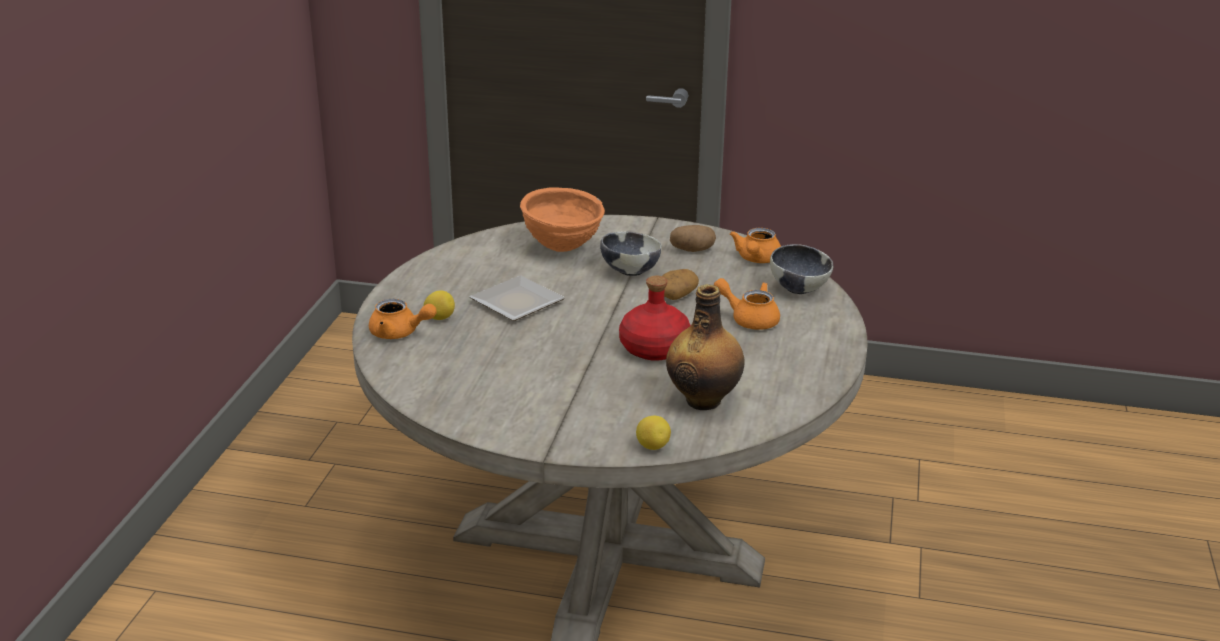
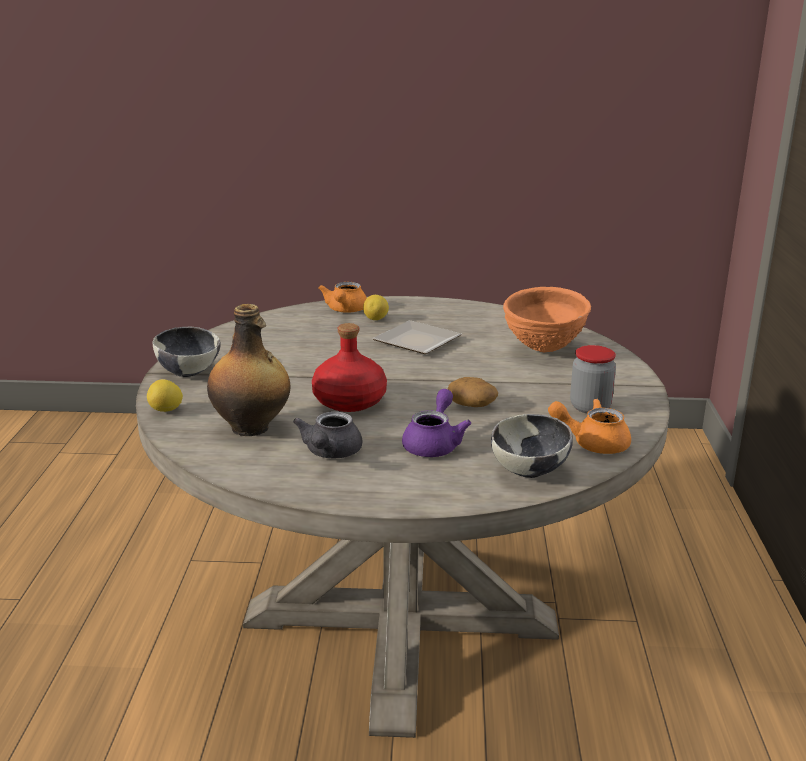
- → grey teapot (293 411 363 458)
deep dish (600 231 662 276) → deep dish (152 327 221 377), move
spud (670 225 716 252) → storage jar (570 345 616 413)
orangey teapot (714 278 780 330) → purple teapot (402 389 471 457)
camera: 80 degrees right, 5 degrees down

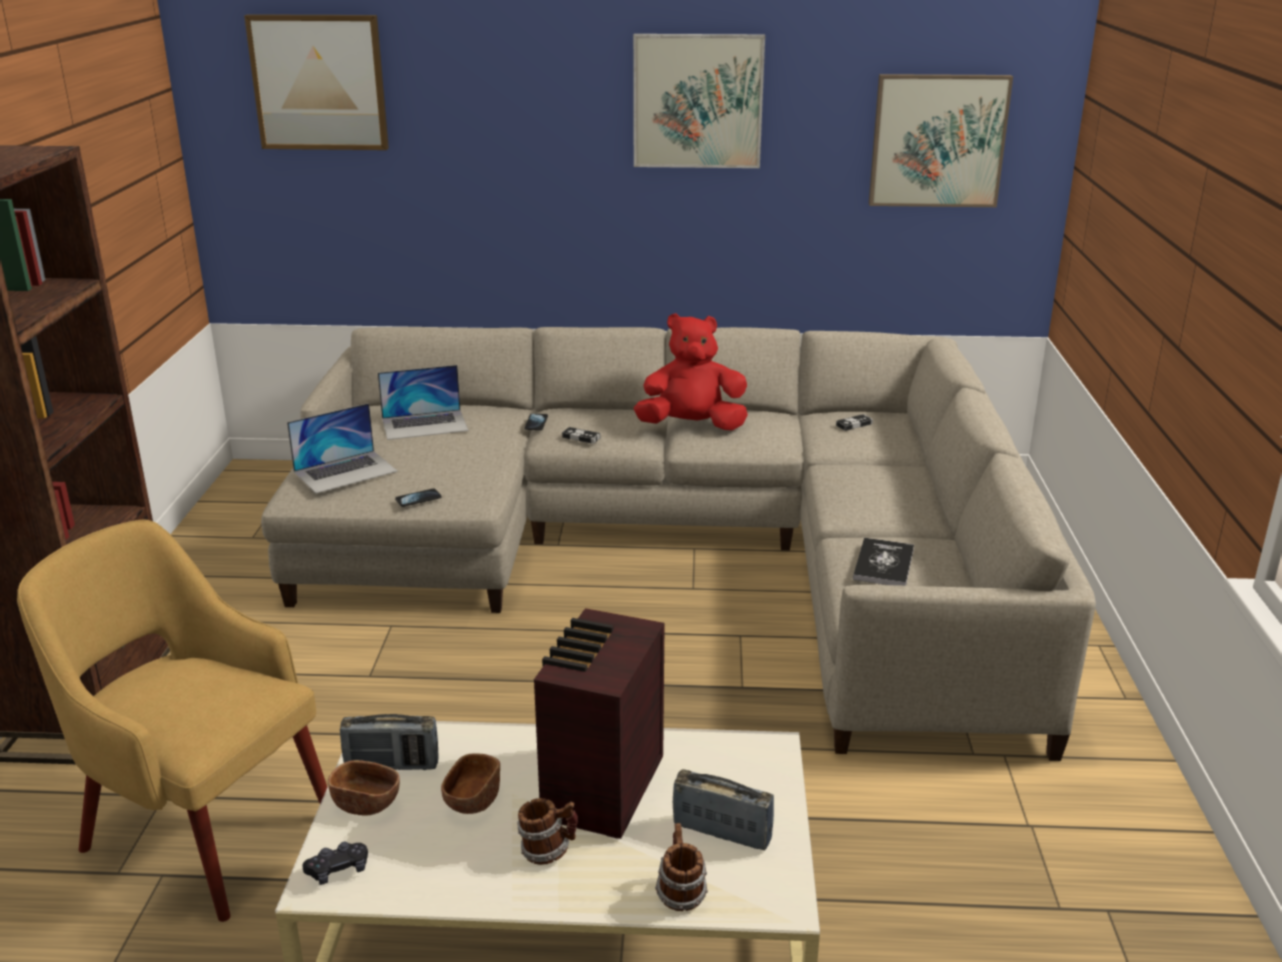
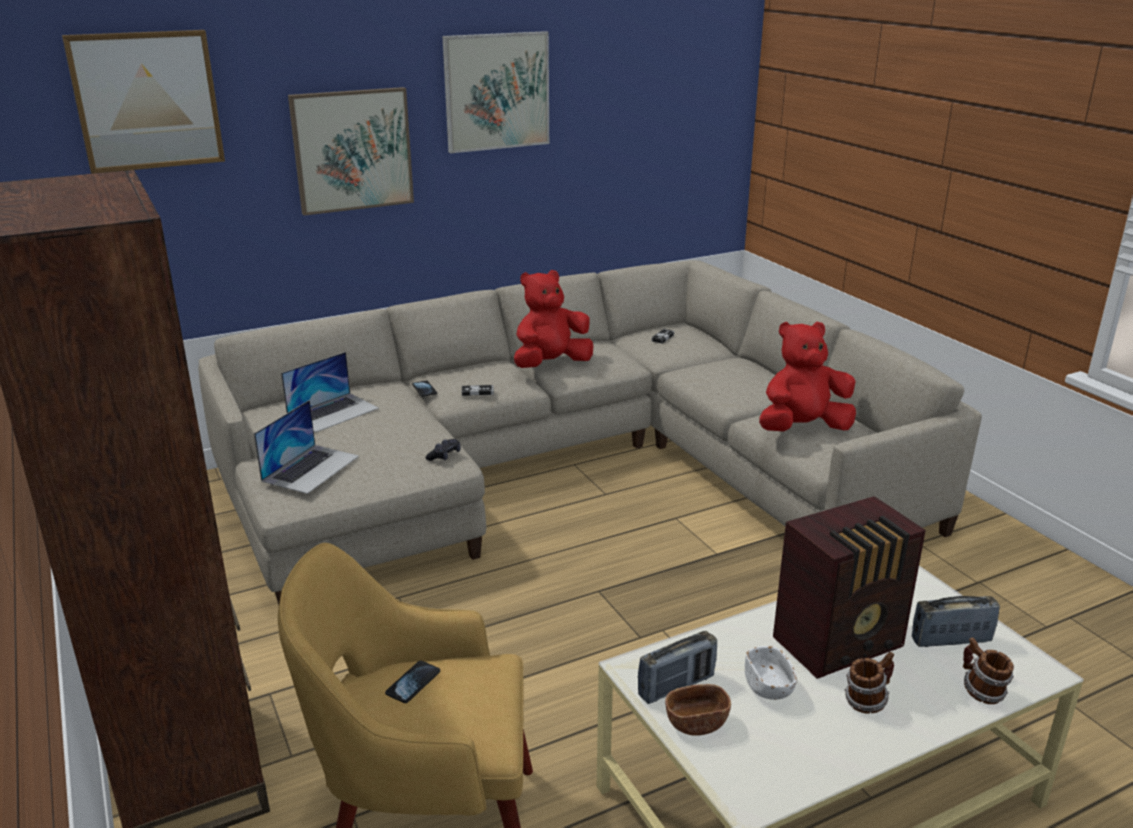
black-coloured gamepad (303 842 368 885) → black-coloured gamepad (426 439 461 461), move
phone (395 488 442 507) → phone (385 661 440 703), move
wall picture (869 74 1013 207) → wall picture (288 87 414 215), move
book (853 538 914 586) → reddish plush toy (759 321 856 431)
brownish deep dish (441 753 500 814) → white deep dish (745 646 797 700)
radio set (534 608 665 839) → radio set (773 496 926 679), 105 degrees counterclockwise
camera: 30 degrees left, 0 degrees up

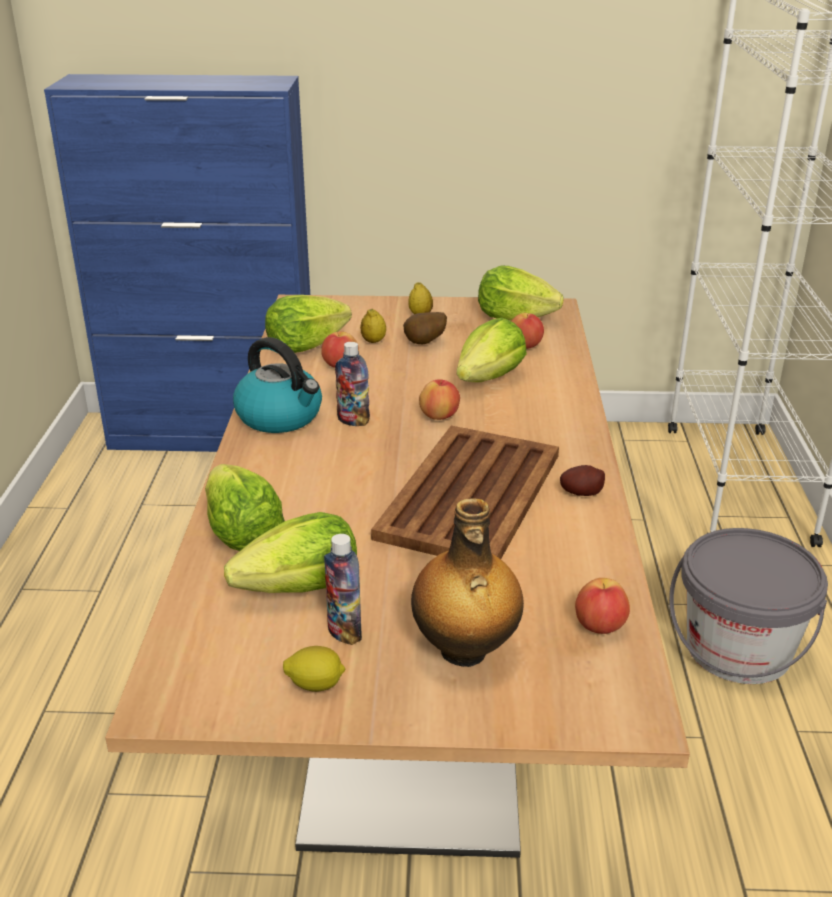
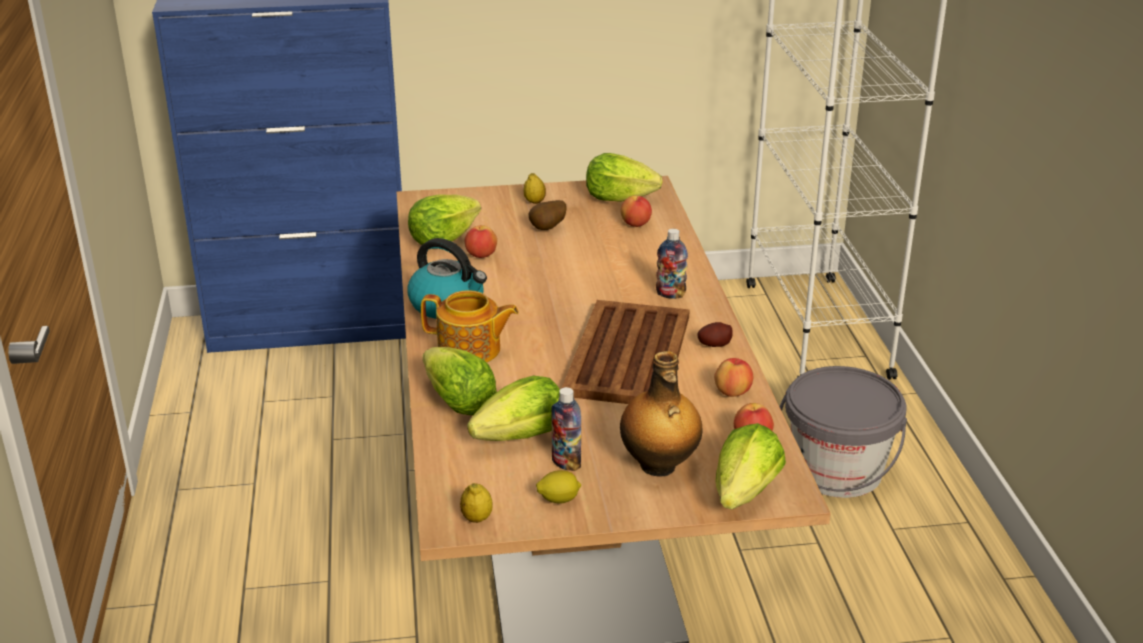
- → teapot (421 290 519 362)
drink bottle (335 342 370 426) → drink bottle (656 229 688 299), move
citrus fruit (360 309 386 343) → citrus fruit (460 483 492 523), move
apple fruit (419 379 460 420) → apple fruit (714 358 753 397), move
lettuce (457 318 526 382) → lettuce (716 423 786 510), move
camera: 10 degrees left, 0 degrees up

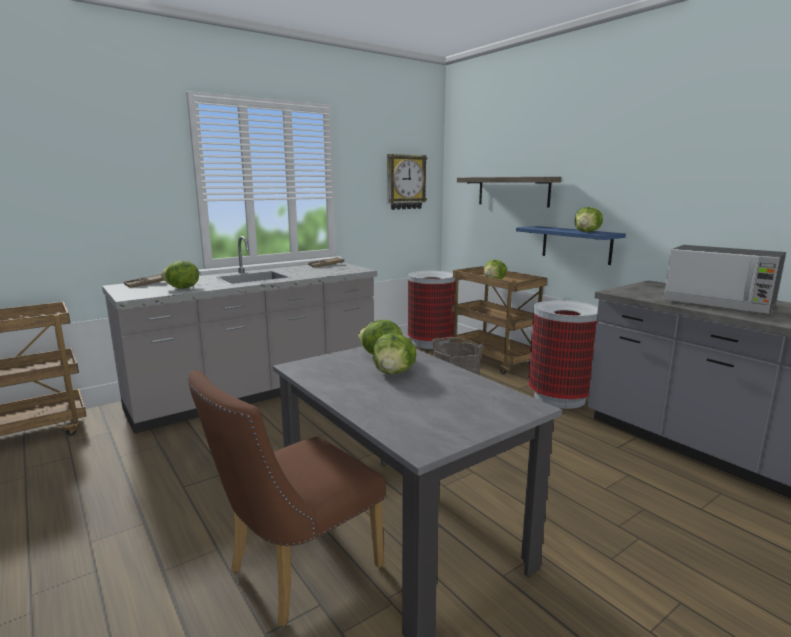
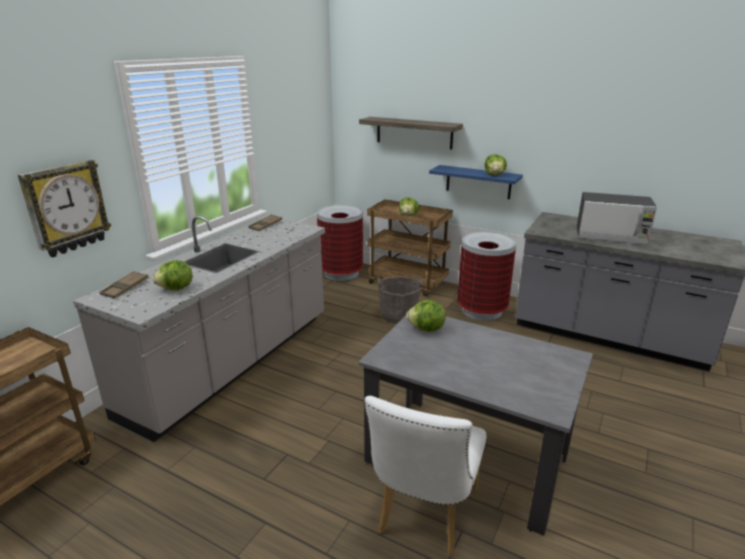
lettuce (373 333 417 374) → -
hanging clock (387 154 428 210) → hanging clock (18 160 111 257), move
brownish chair (188 370 386 627) → white chair (365 396 486 556)
camera: 25 degrees left, 10 degrees up

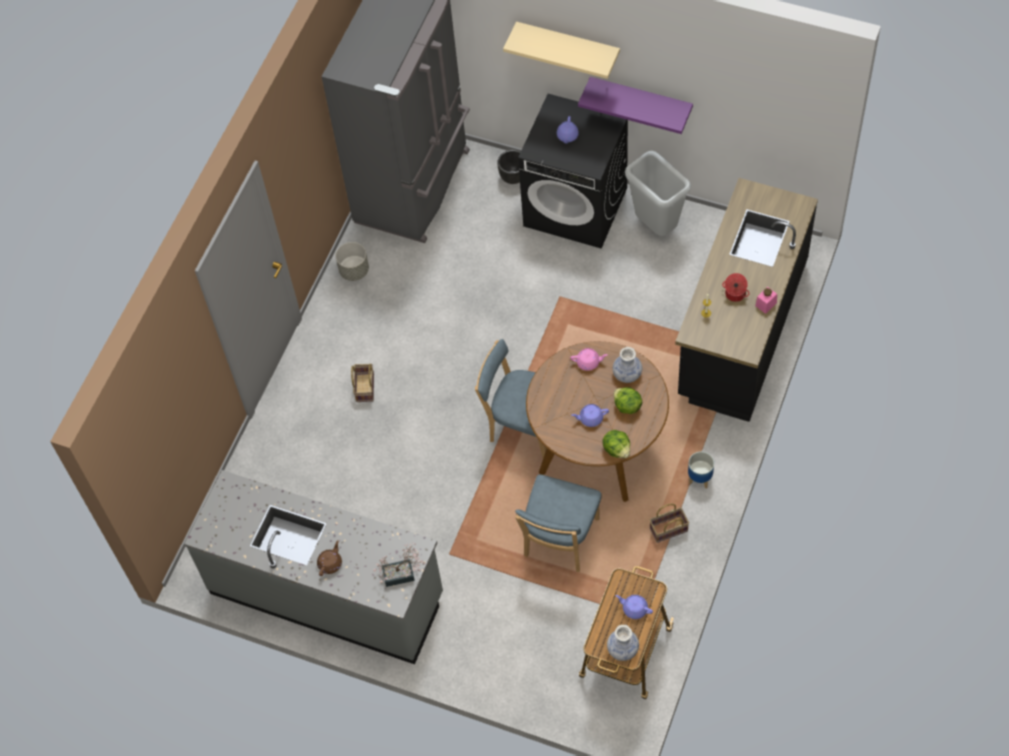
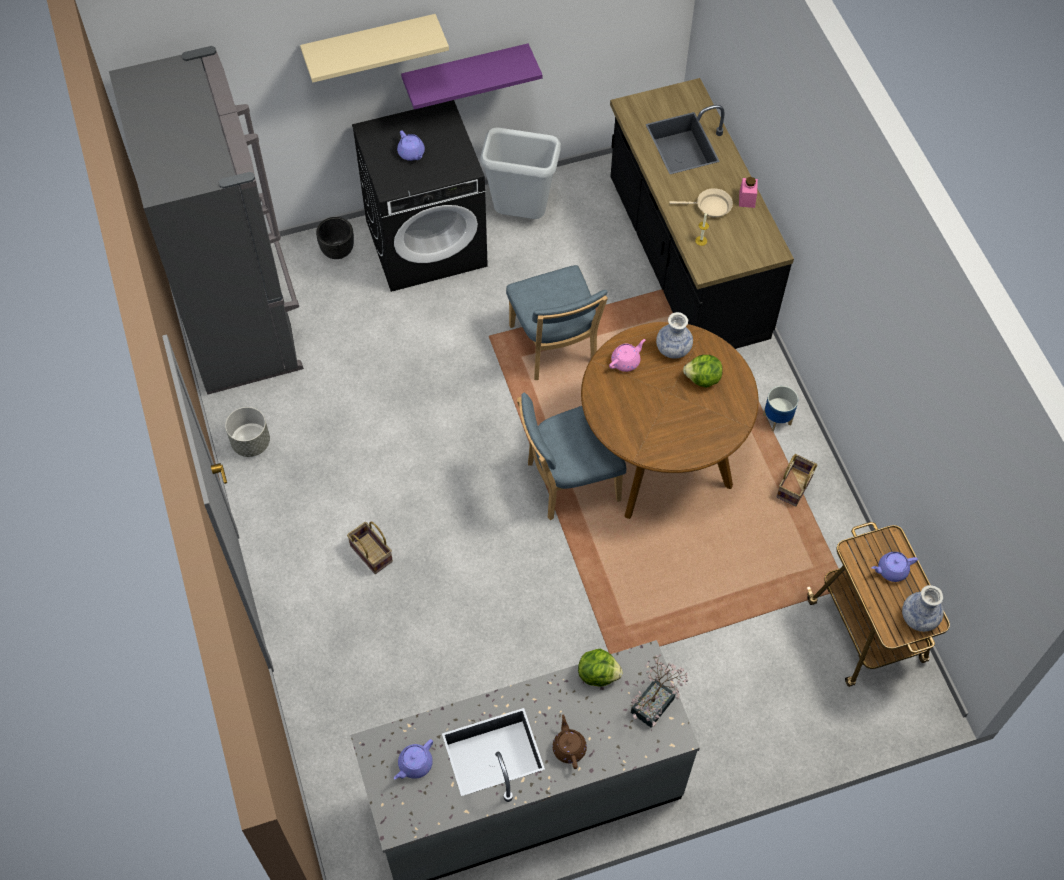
blue-coloured chair (515 474 602 572) → blue-coloured chair (506 265 608 380), move
purple teapot (571 404 609 427) → purple teapot (394 739 433 779), move
lettuce (602 430 630 458) → lettuce (578 649 623 687), move
stockpot (722 273 749 302) → beige frying pan (669 188 733 218)
camera: 45 degrees left, 0 degrees up

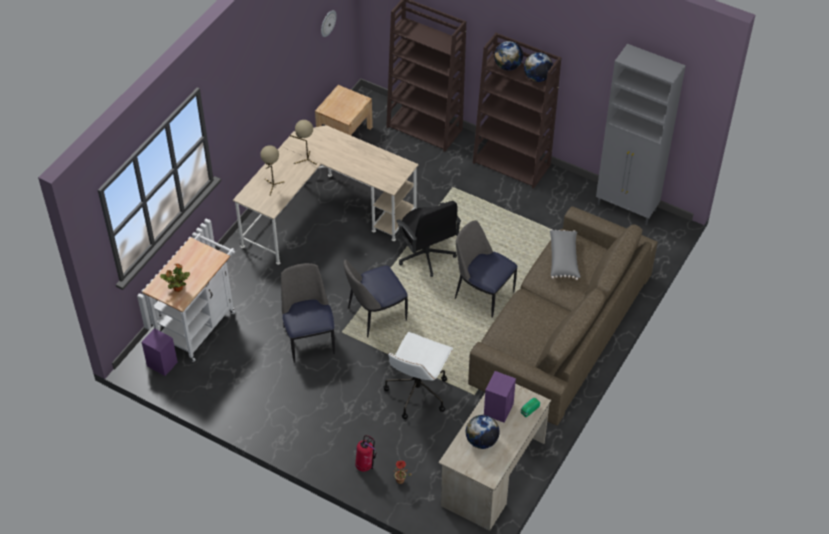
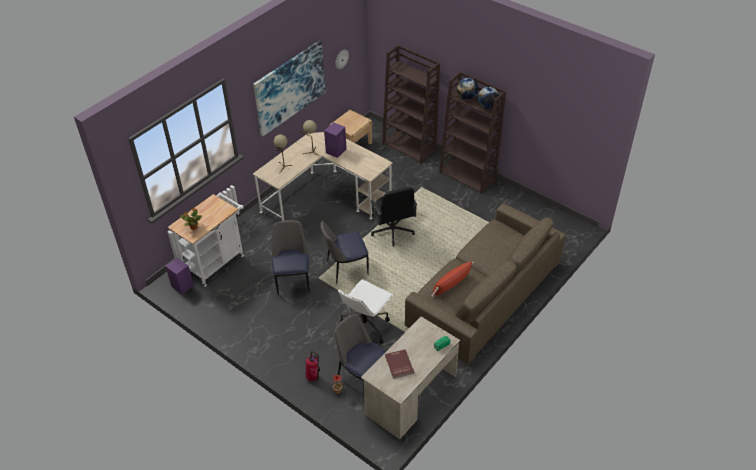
grey throw pillow (550 229 581 280) → -
grey cupboard (596 44 686 225) → -
- → wall picture (253 40 325 136)
- → reddish throw pillow (432 261 474 297)
chair (455 220 517 318) → chair (334 314 385 392), move
purple speaker (484 371 516 423) → purple speaker (324 122 347 158), move
world globe (466 415 500 449) → reddish book (385 349 414 379)
camera: 10 degrees right, 5 degrees down

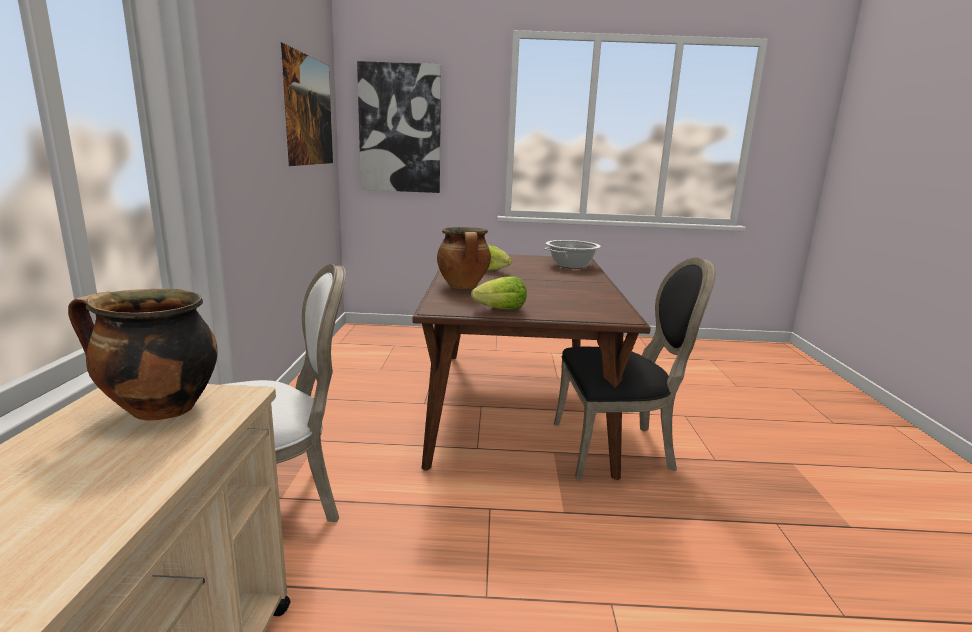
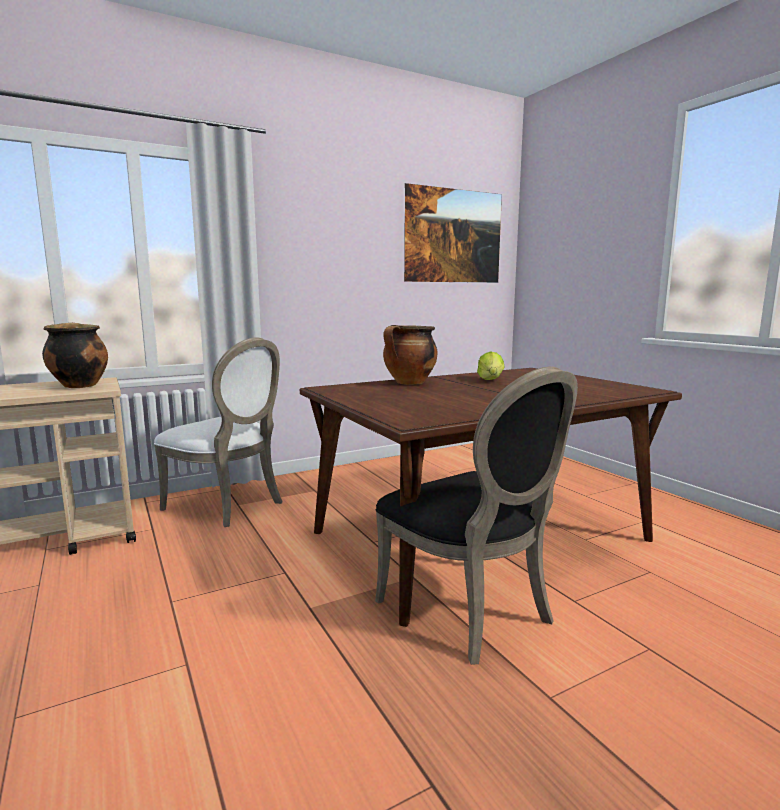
wall picture (357 61 441 193) → -
lettuce (471 276 527 310) → -
stockpot (544 240 601 269) → -
camera: 60 degrees right, 5 degrees down

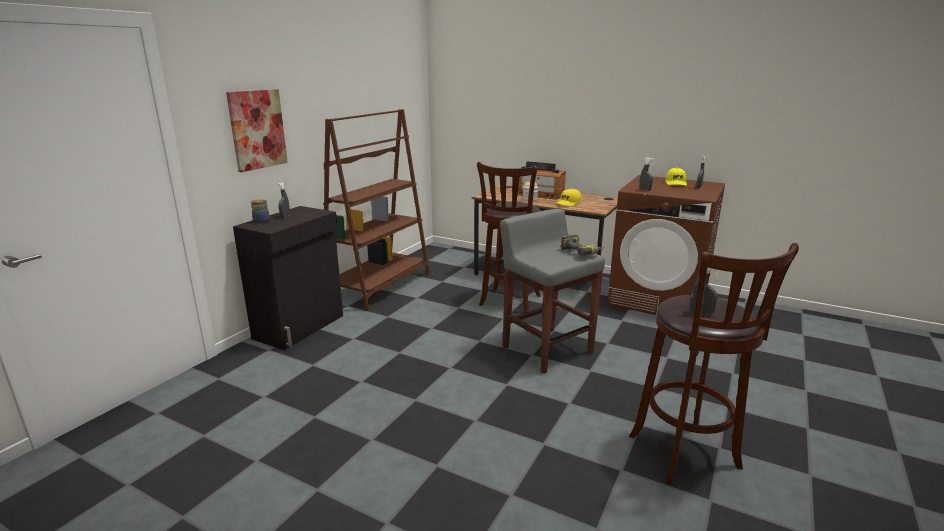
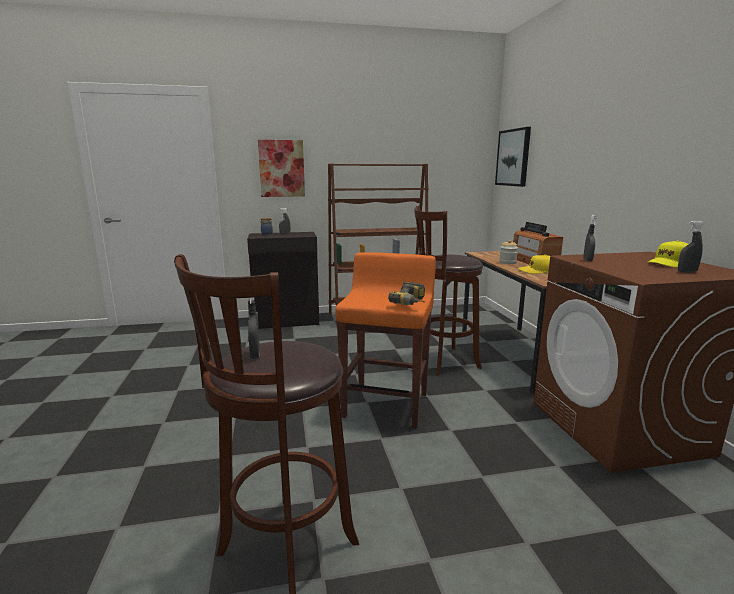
- → wall picture (495 127 531 187)
grey stool (500 209 605 374) → orangey stool (335 252 436 428)
camera: 50 degrees right, 5 degrees down

